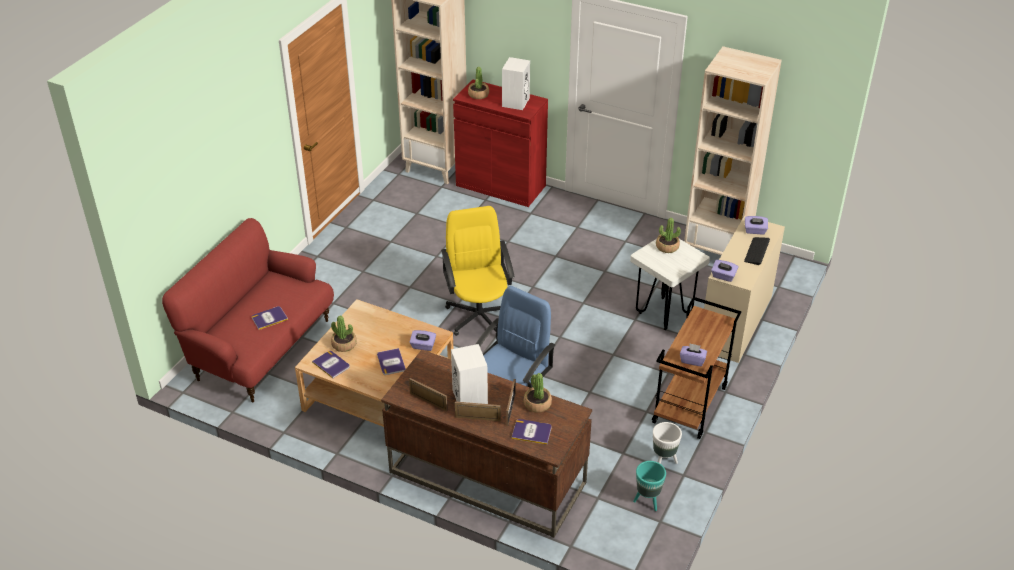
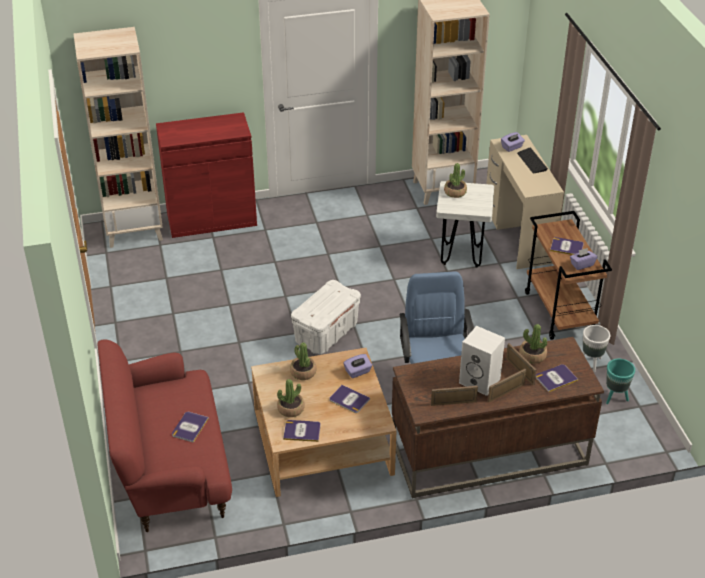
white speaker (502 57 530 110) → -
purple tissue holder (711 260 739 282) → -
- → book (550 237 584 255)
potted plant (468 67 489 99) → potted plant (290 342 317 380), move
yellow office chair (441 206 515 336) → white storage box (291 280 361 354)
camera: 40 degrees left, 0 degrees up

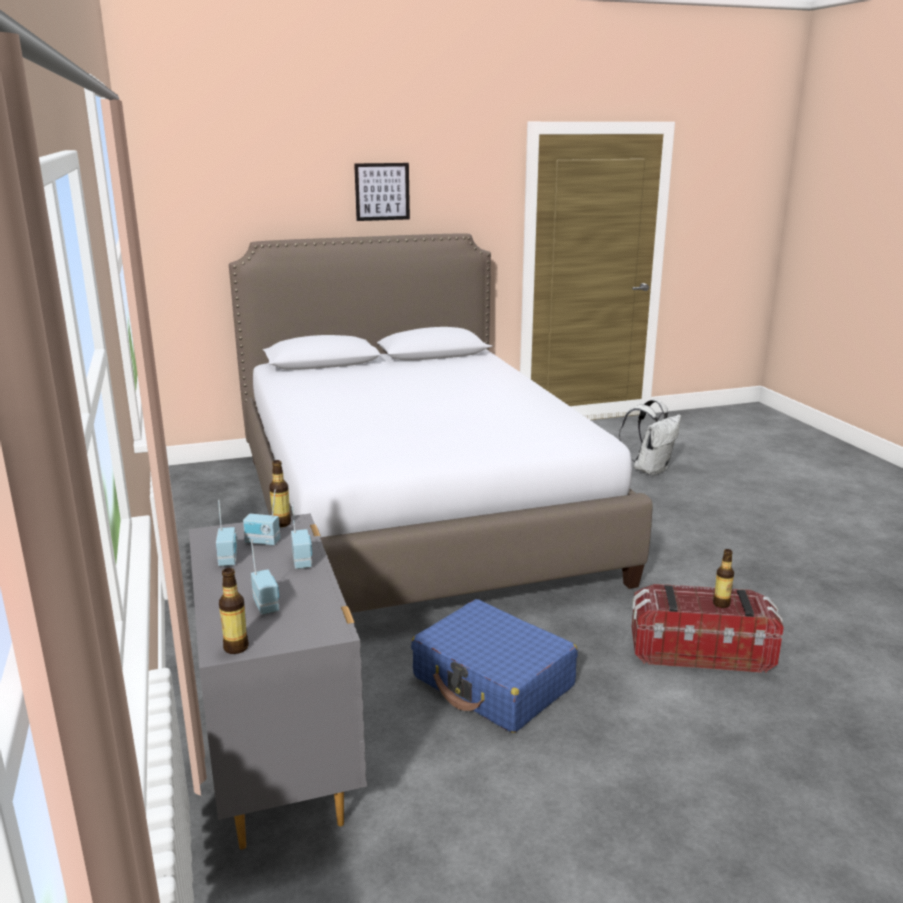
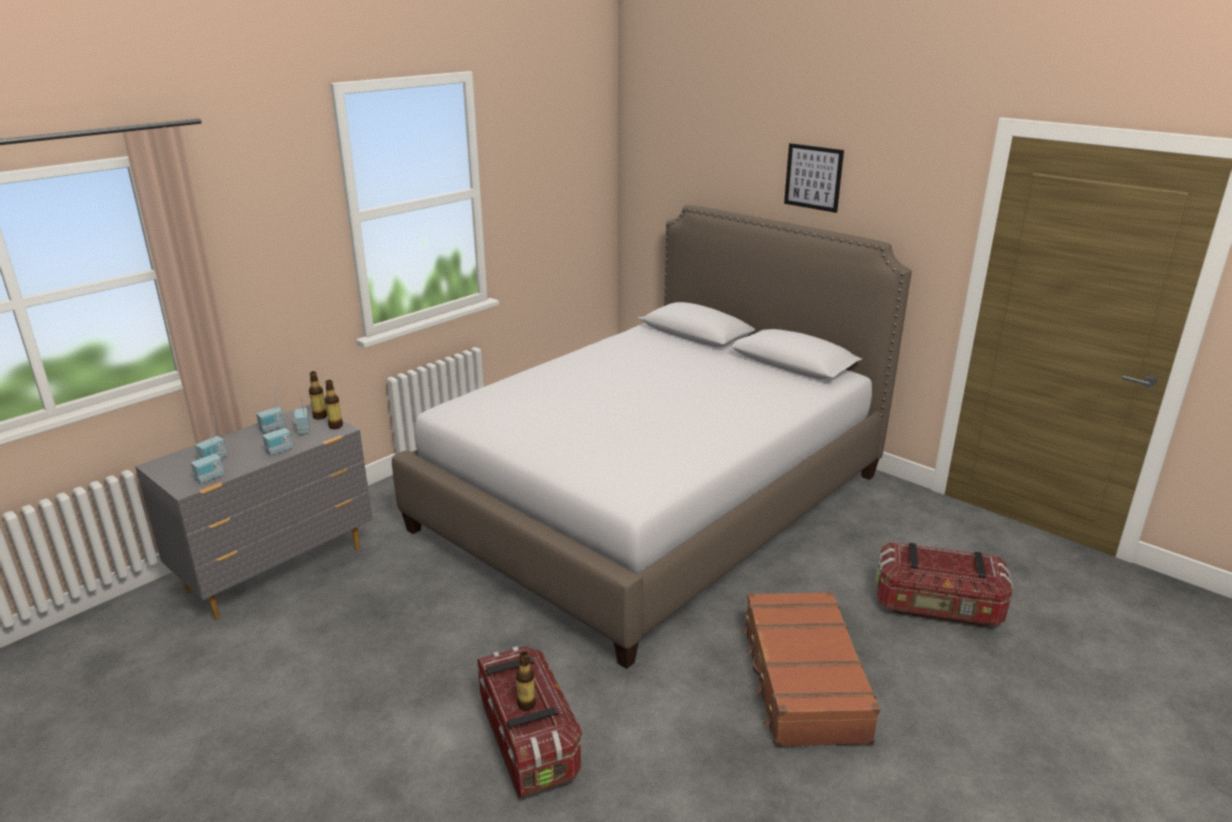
blue-coloured suitcase (411 599 578 733) → -
- → radio set (191 433 224 484)
- → brownish suitcase (741 591 880 747)
drink bottle (219 568 249 654) → drink bottle (309 371 327 420), move
white backpack (619 400 681 476) → storage box (875 542 1013 627)
camera: 60 degrees right, 5 degrees up

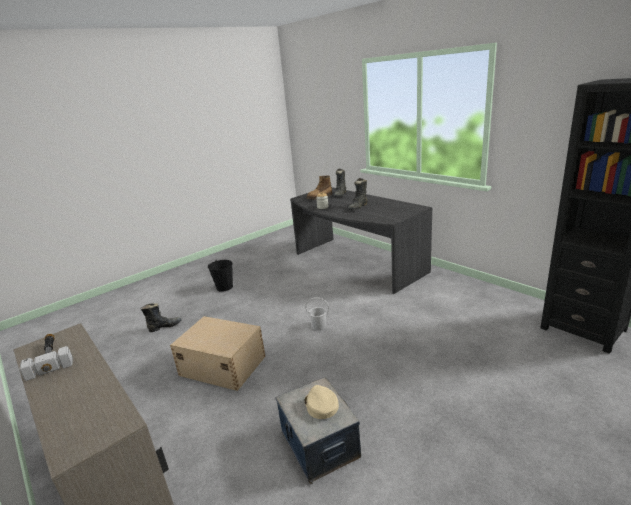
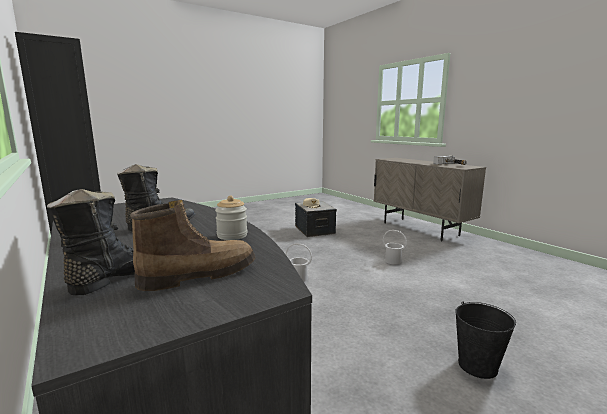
black-coloured high-top boot (141 303 182 332) → -
beige storage box (170 316 265 391) → white pail (383 230 407 265)
camera: 175 degrees left, 10 degrees down

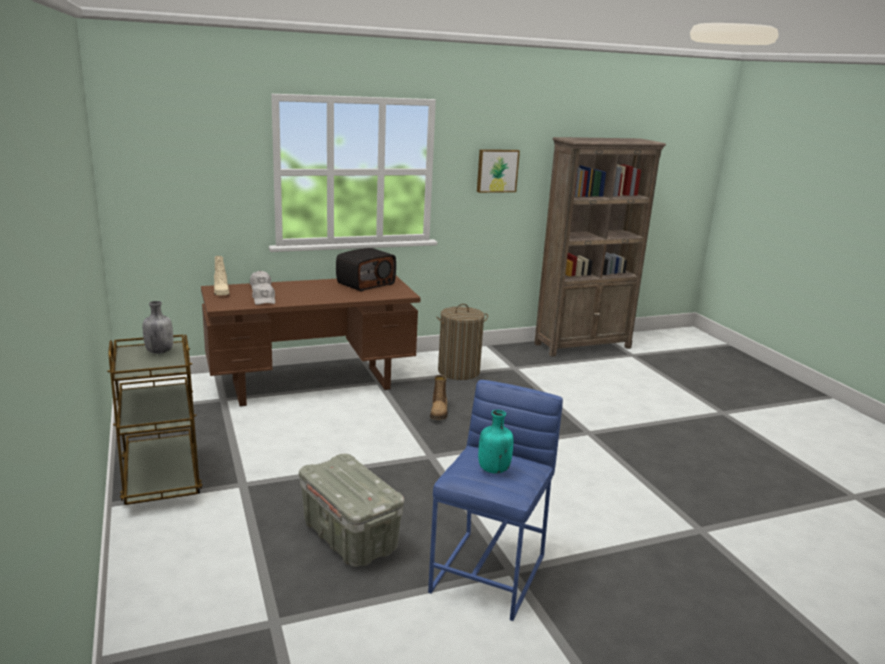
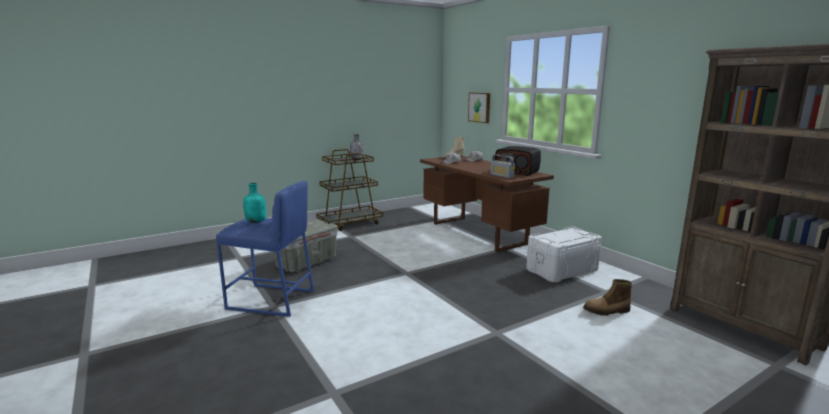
- → radio set (491 155 515 178)
high-top boot (430 375 447 420) → high-top boot (583 279 632 316), move
wall picture (477 149 520 193) → wall picture (468 92 490 123), move
washing basket (436 304 488 380) → white storage box (526 226 602 282)
camera: 80 degrees right, 5 degrees down

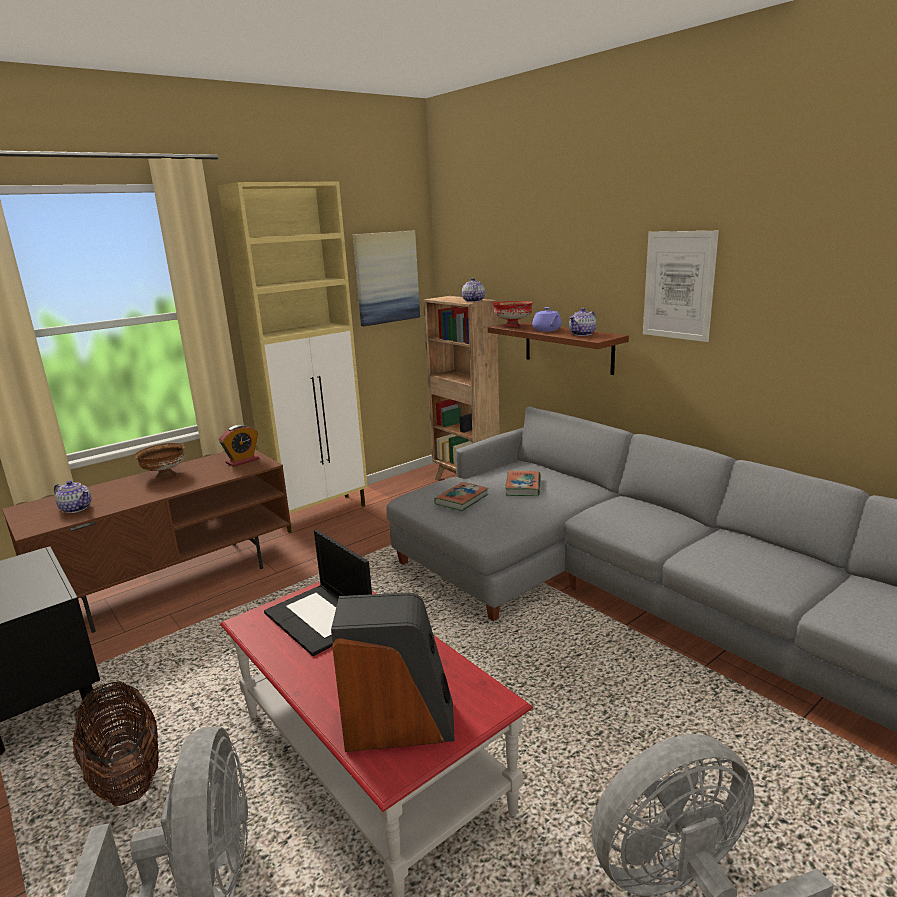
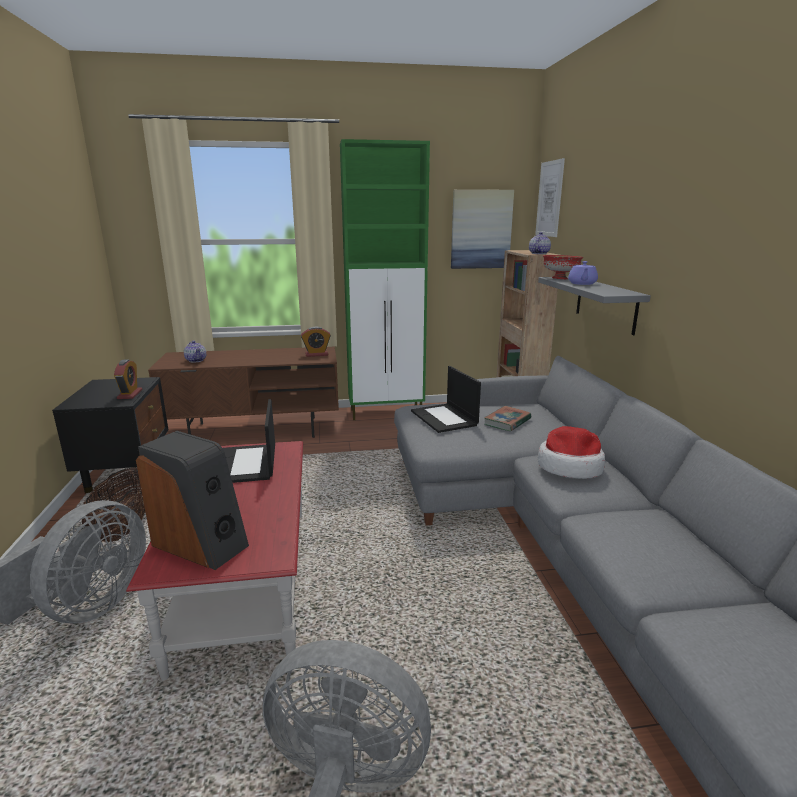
brownish deep dish (134 443 185 478) → -
teapot (569 308 597 336) → -
- → bedside clock (114 359 142 399)
- → clothing hat (538 426 605 479)
wall picture (643 231 719 342) → wall picture (535 158 565 237), move
book (434 482 489 511) → notebook computer (411 366 481 433)
beige cupboard (218 181 368 533) → green cupboard (340 139 430 420)
brownish bracket shelf (488 322 629 375) → grey bracket shelf (538 277 651 335)
camera: 30 degrees right, 0 degrees up

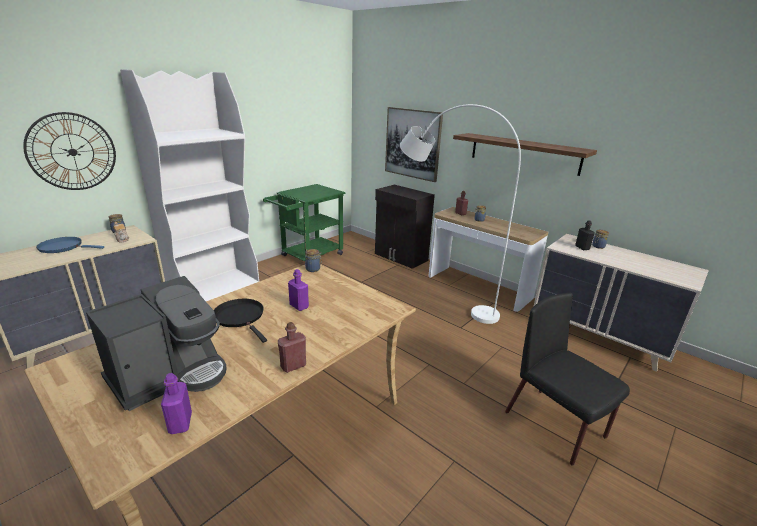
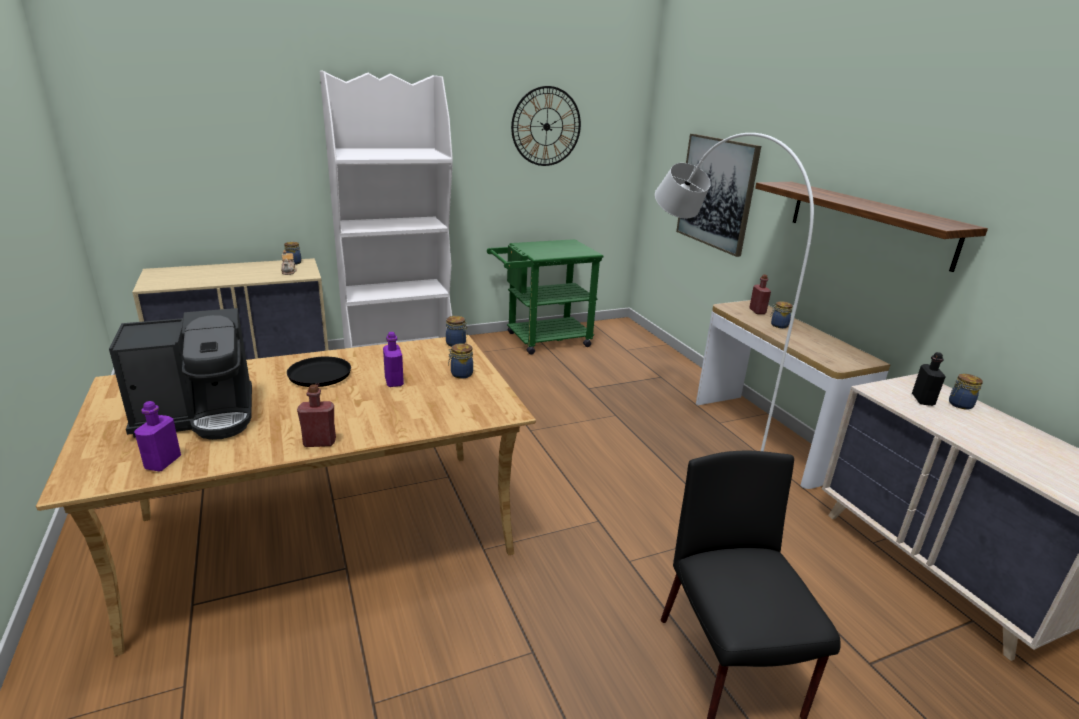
blue-coloured frying pan (36 237 104 253) → -
black-coloured cupboard (375 185 435 269) → -
- → storage jar (448 343 473 379)
hanging clock (23 112 116 190) → hanging clock (511 86 581 166), move
camera: 25 degrees right, 0 degrees up

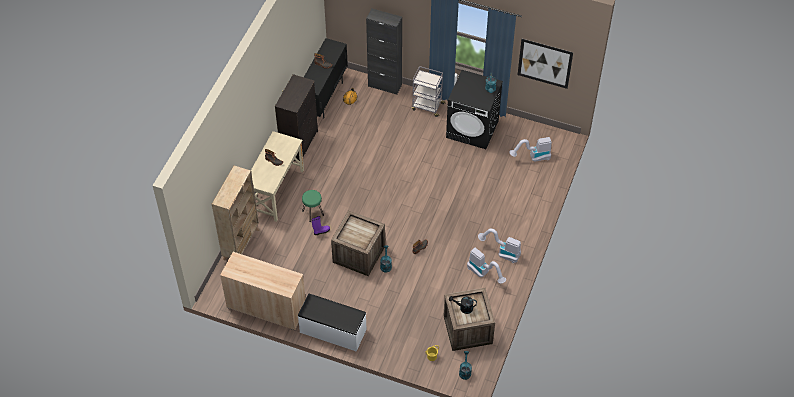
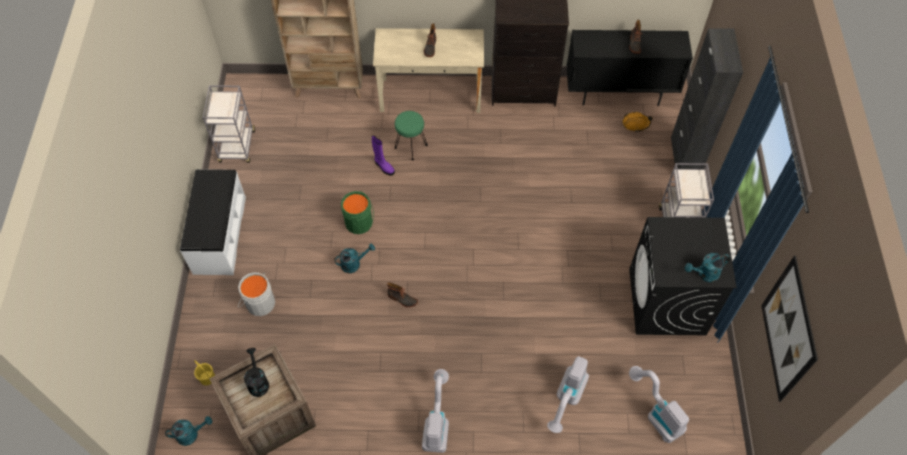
- → grey pail (238 272 275 316)
hoover (467 248 506 283) → hoover (547 356 589 433), move
beige cupboard (220 252 306 330) → grey wheeled cart (203 85 255 163)
packing crate (331 211 385 276) → green pail (341 191 374 234)
camera: 70 degrees right, 5 degrees up

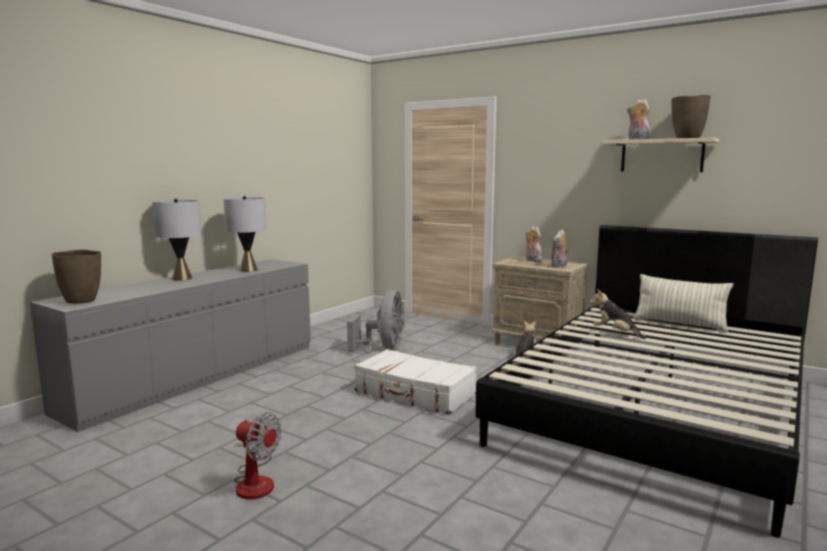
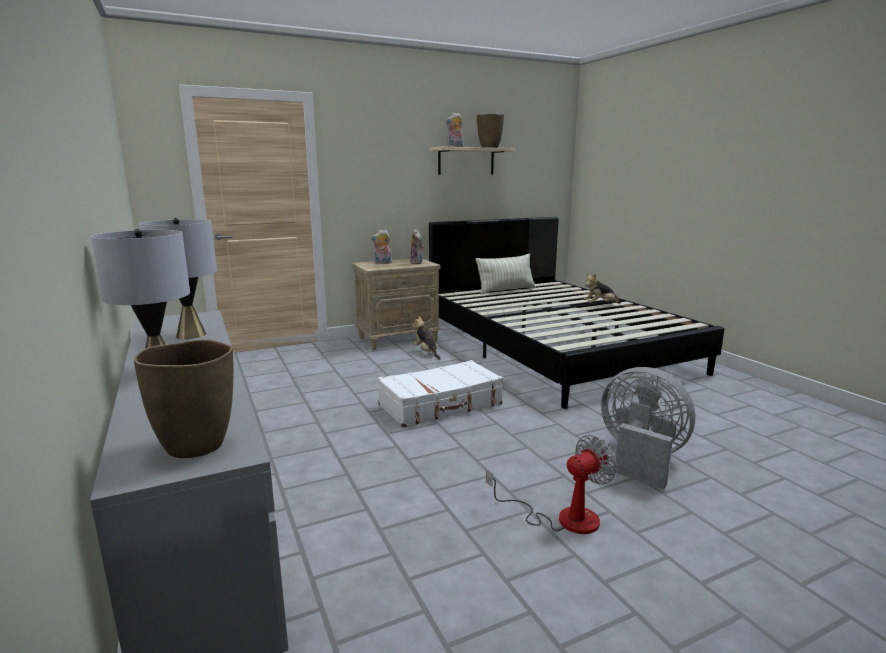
grey cooling fan (347 290 405 353) → grey cooling fan (601 367 695 490), move
plush toy (590 289 646 339) → plush toy (584 274 620 304), move
camera: 60 degrees left, 5 degrees up

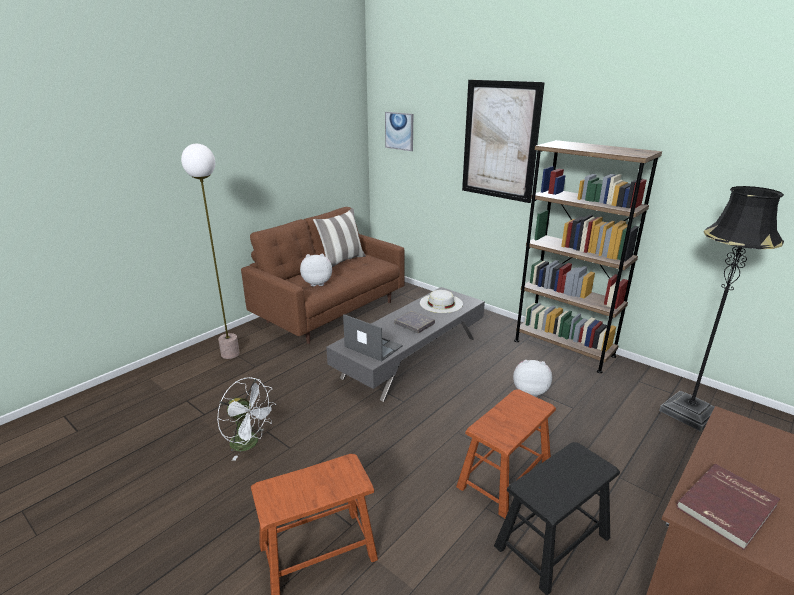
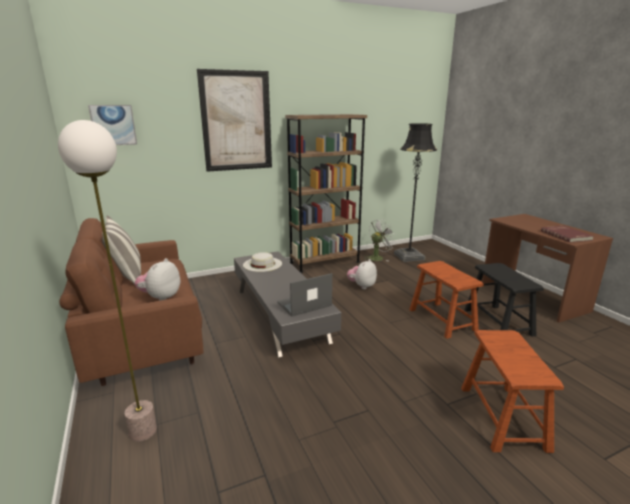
grey book (394 311 435 333) → -
white cooling fan (217 377 276 461) → white cooling fan (364 219 395 261), move
camera: 65 degrees left, 5 degrees down

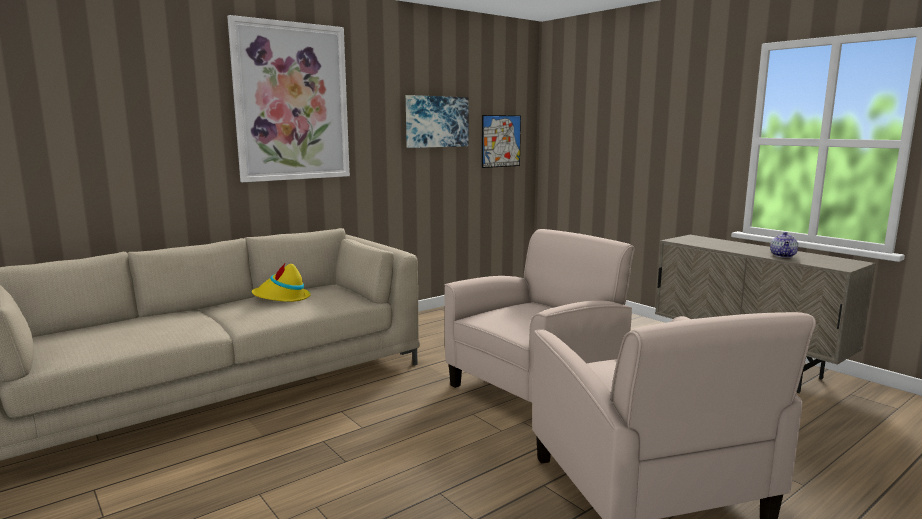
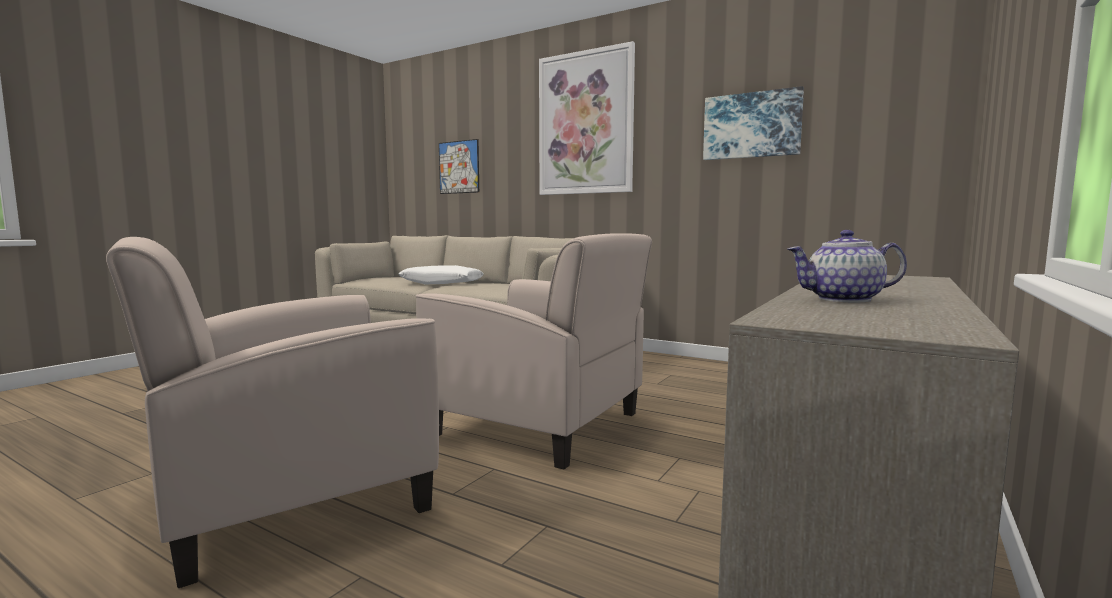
yellow clothing hat (252 264 311 302) → -
- → white throw pillow (399 265 484 284)
wall picture (482 115 521 168) → wall picture (439 139 479 194), move
camera: 70 degrees right, 5 degrees down

